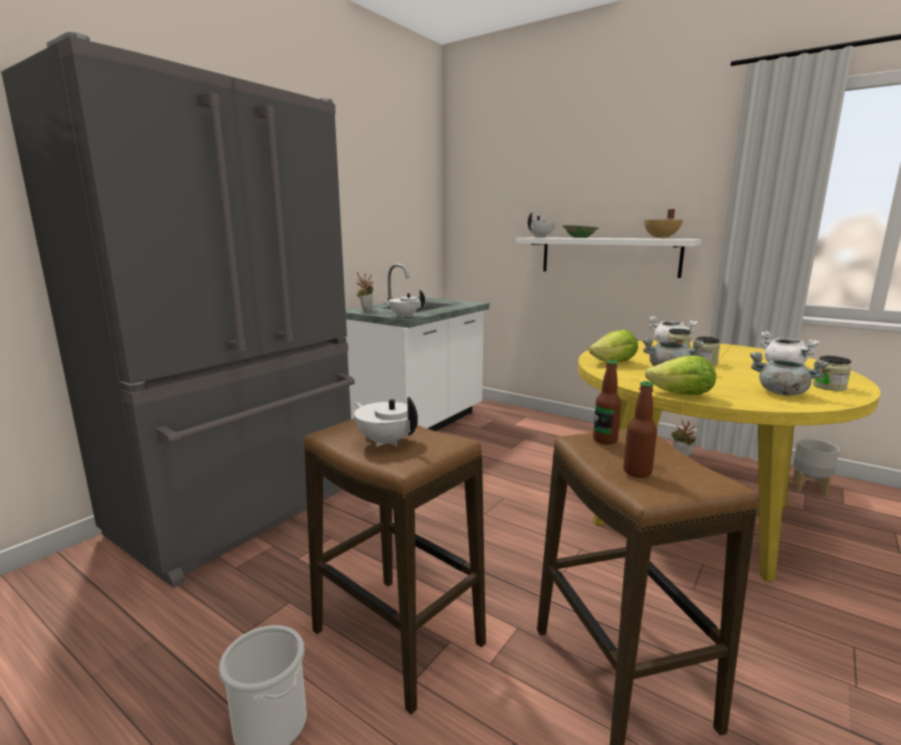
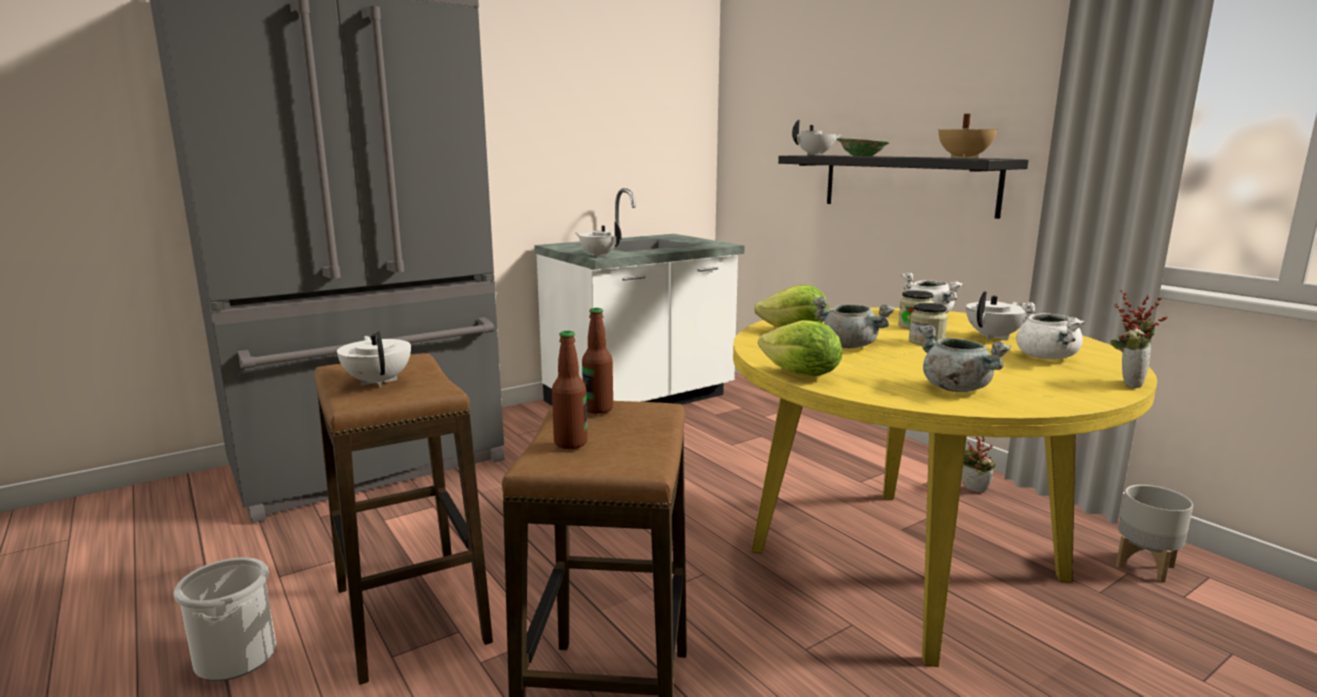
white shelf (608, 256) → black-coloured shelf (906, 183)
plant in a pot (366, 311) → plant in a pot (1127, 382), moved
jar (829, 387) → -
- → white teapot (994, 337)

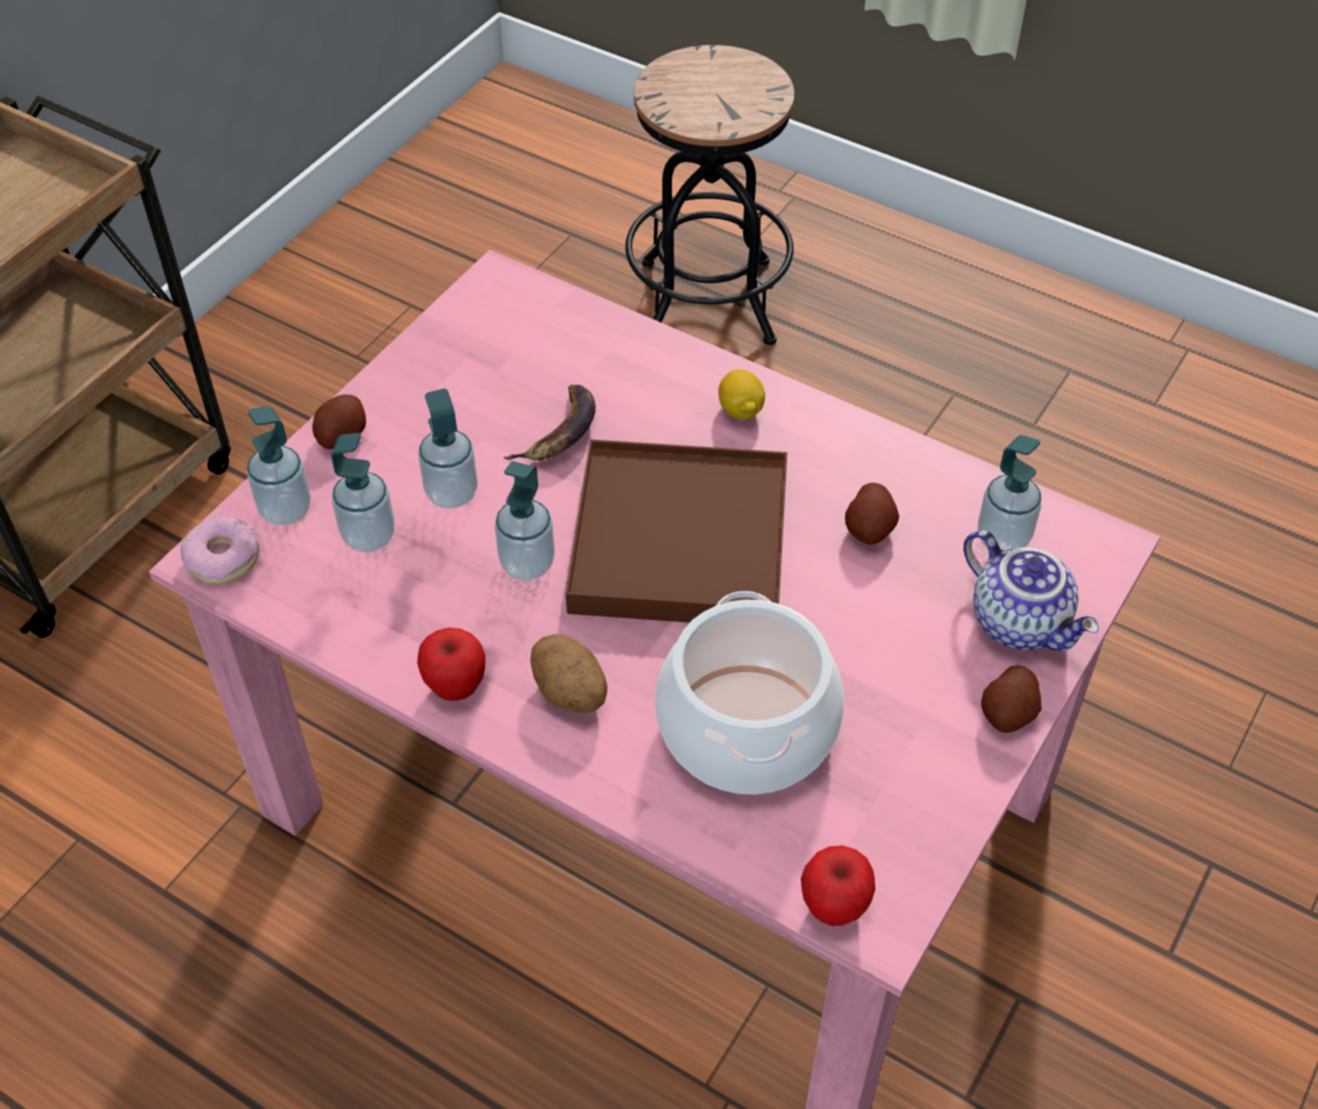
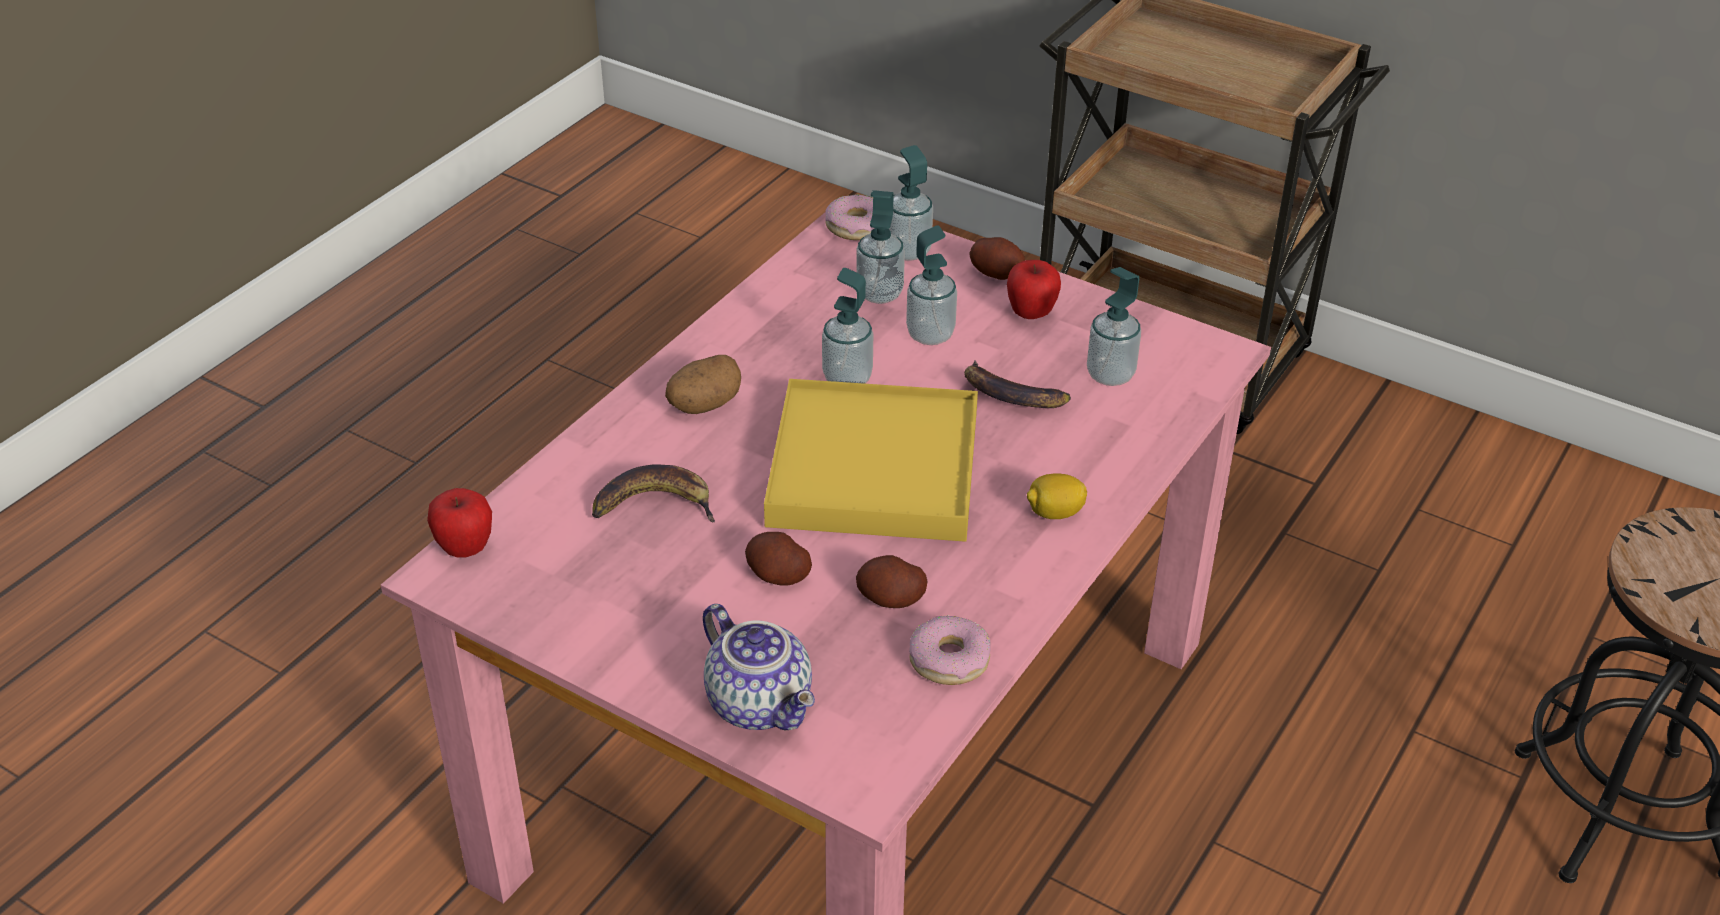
liquid soap bottle (1002, 539) → liquid soap bottle (1110, 375), moved
brown-coloured serving tray (679, 541) → yellowish serving tray (873, 468)
teapot (1021, 622) → teapot (762, 703), 90 degrees counterclockwise
cooking pot (746, 728) → whole banana (654, 504)
apple (455, 686) → apple (1031, 314), moved
potato (1008, 713) → potato (778, 575), moved
- → ring doughnut (949, 660)

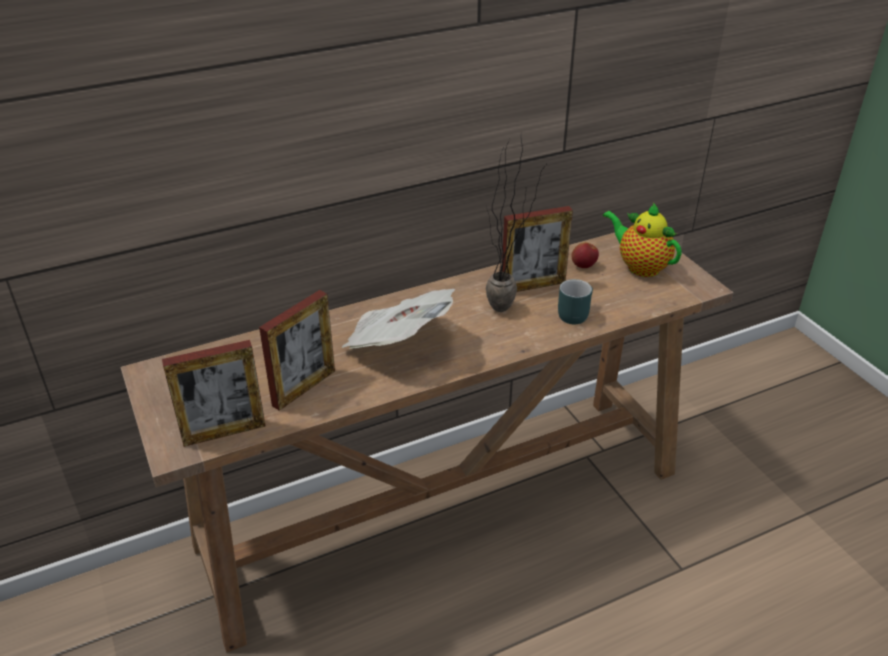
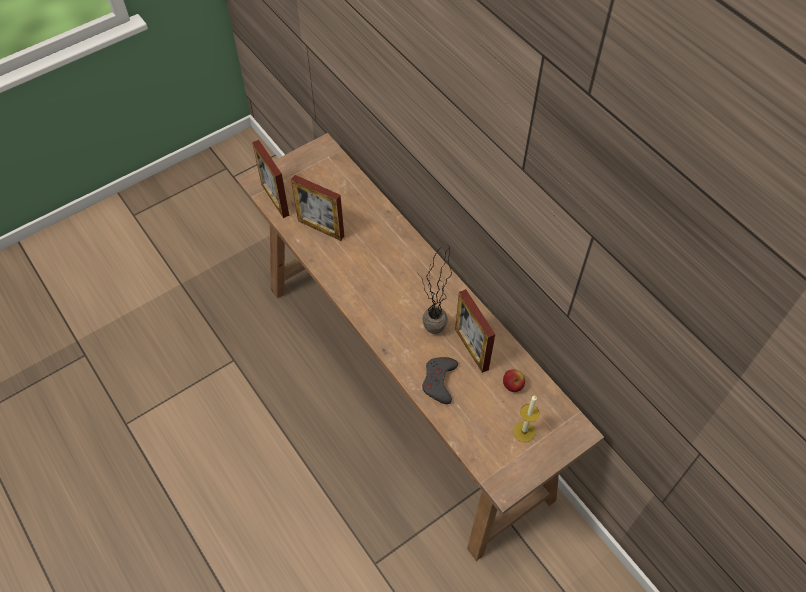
teapot (640, 266) → candle (524, 431)
blue-green mug (574, 313) → greyish joypad (439, 381)
daily paper (398, 343) → -

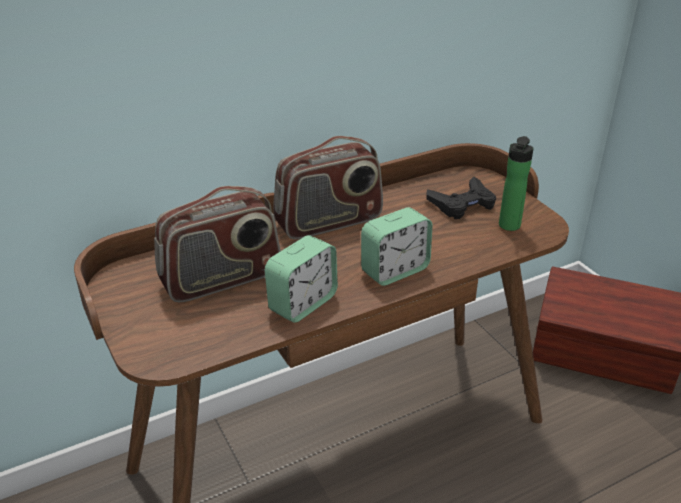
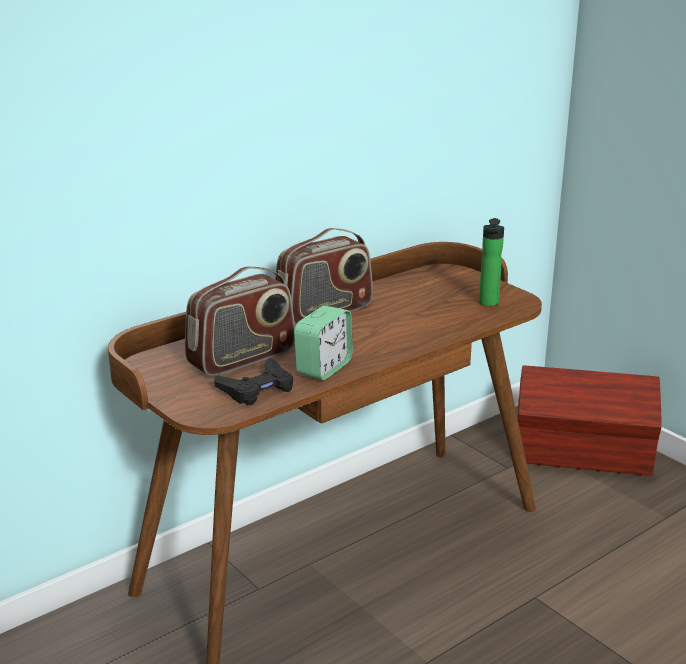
black-coloured joypad (462, 204) → black-coloured joypad (257, 389), moved
alarm clock (395, 270) → -

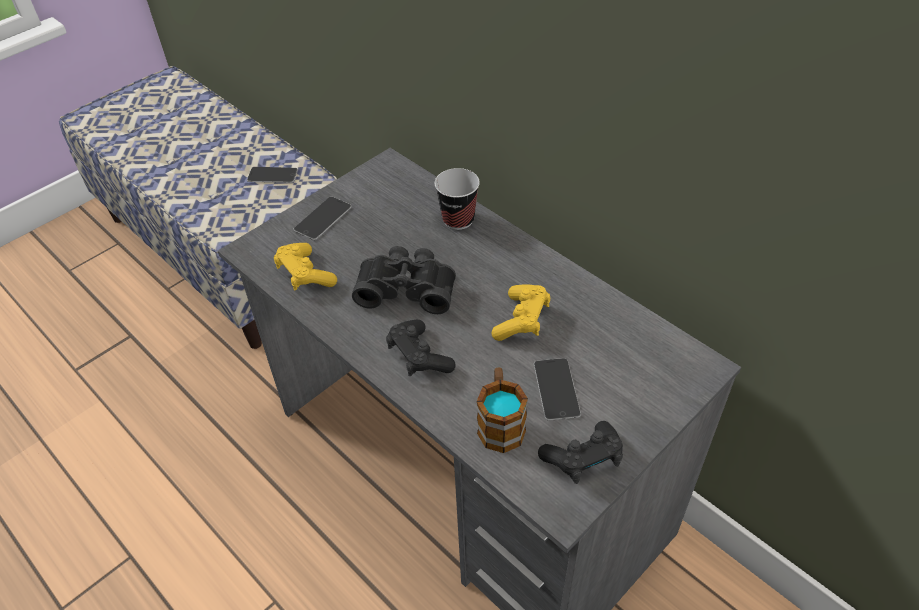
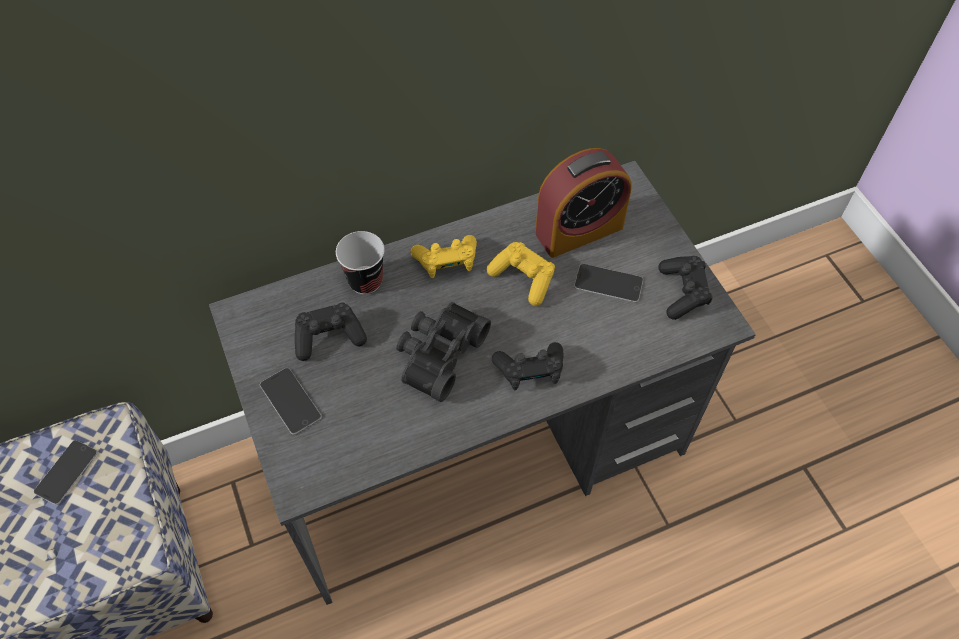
yellowish joypad (305, 275) → yellowish joypad (446, 262), moved
mug (500, 422) → -
- → alarm clock (579, 230)
- → black-coloured joypad (329, 337)

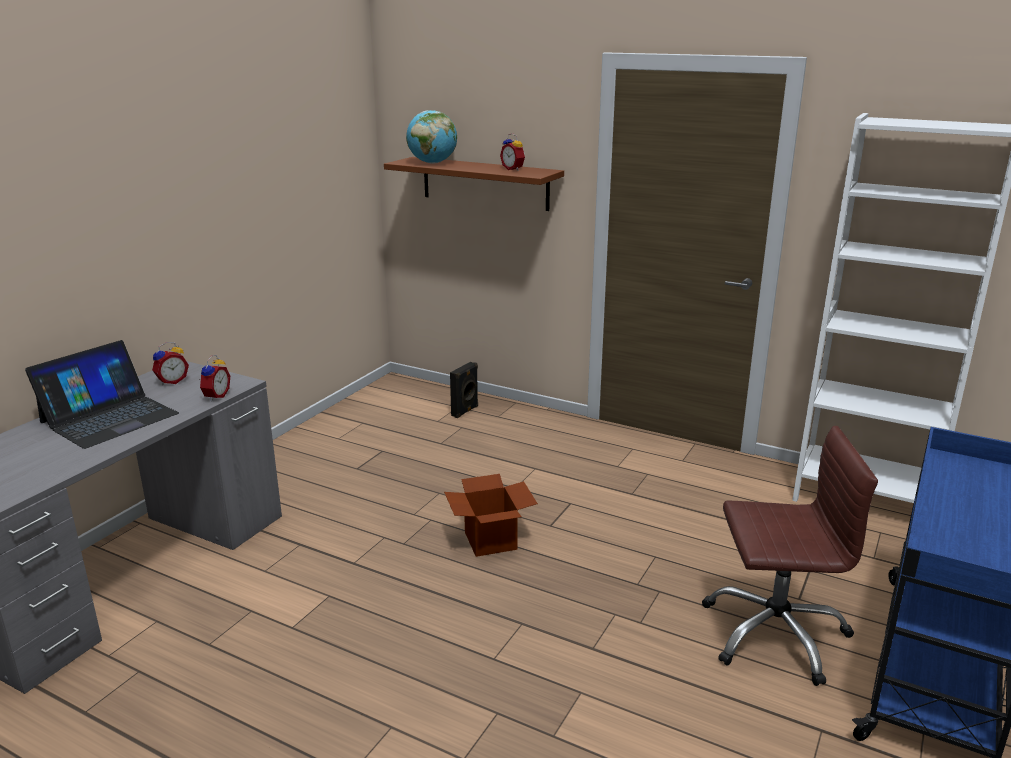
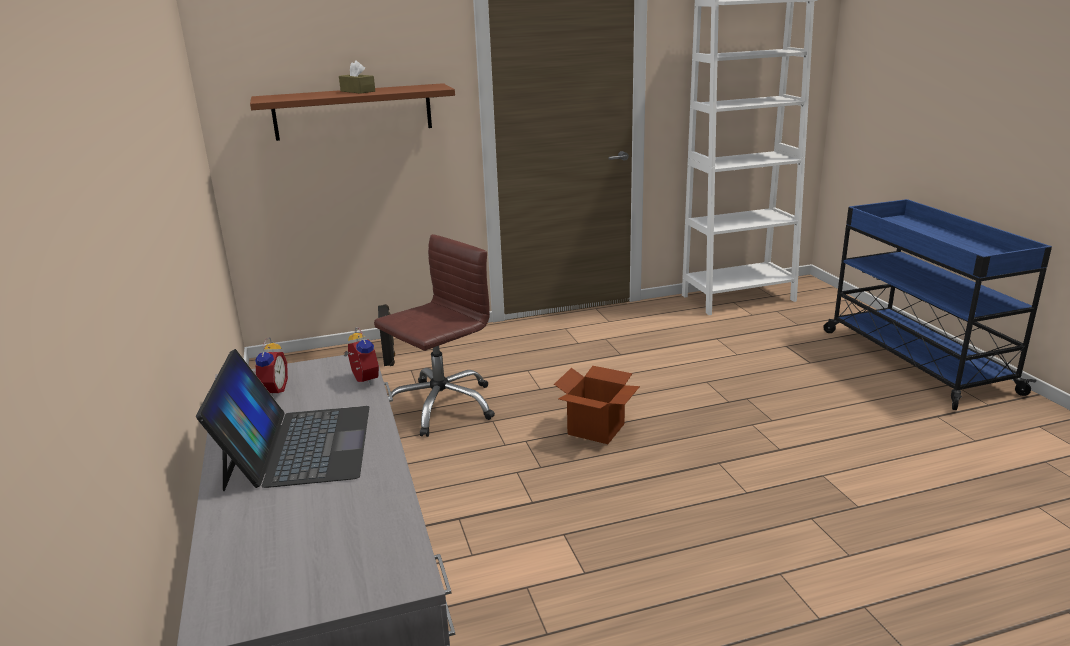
globe (432, 163) → -
alarm clock (513, 169) → -
brown-coloured office chair (774, 633) → brown-coloured office chair (441, 406), moved
- → brown-coloured tissue box (357, 91)

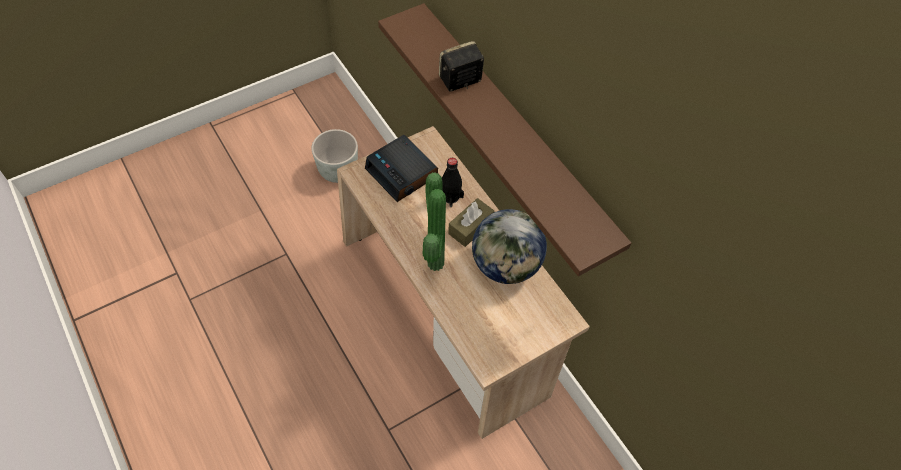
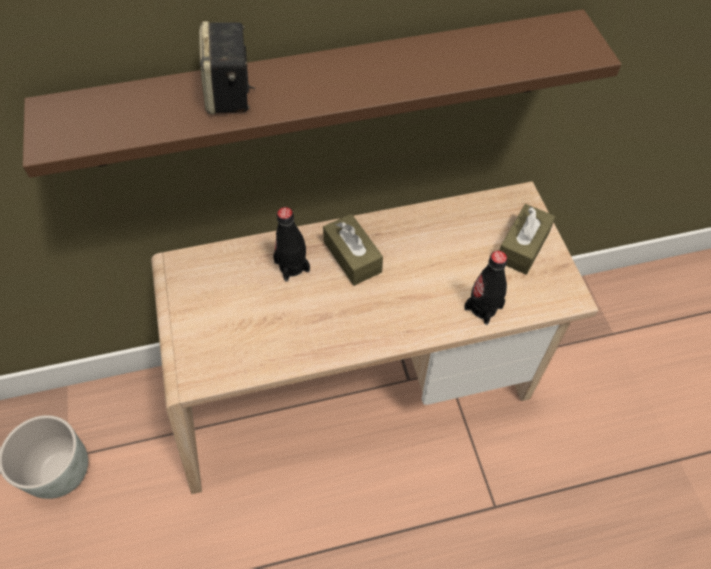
alarm clock (402, 173) → -
plant in a pot (432, 264) → -
globe (506, 266) → -
- → brown-coloured tissue box (523, 246)
- → black-coloured beverage bottle (483, 308)

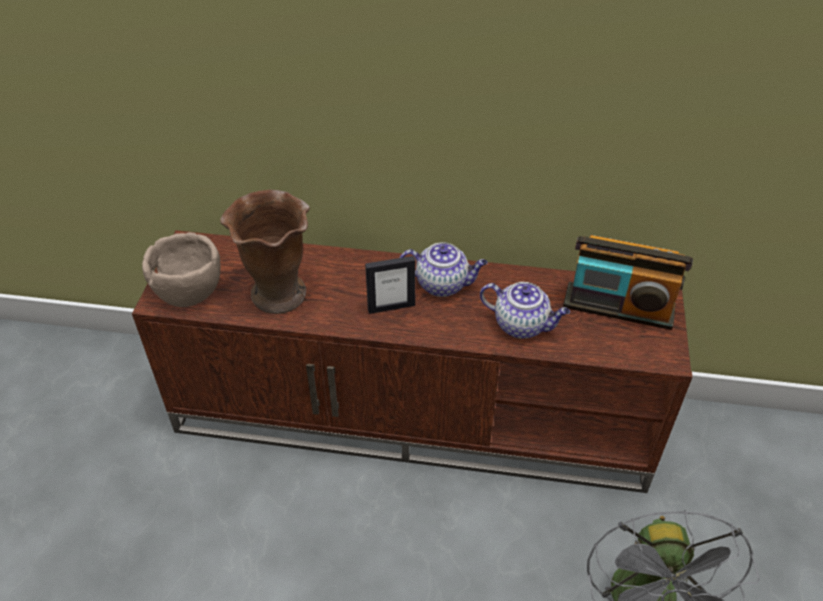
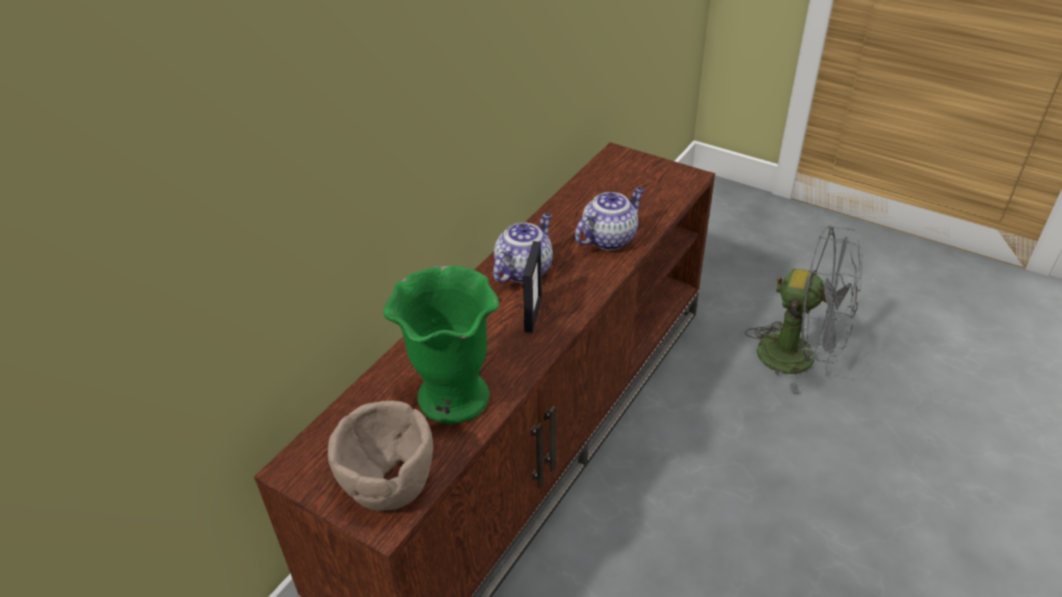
brown-coloured flower vase (279, 293) → green-coloured flower vase (453, 397)
radio (618, 307) → -

